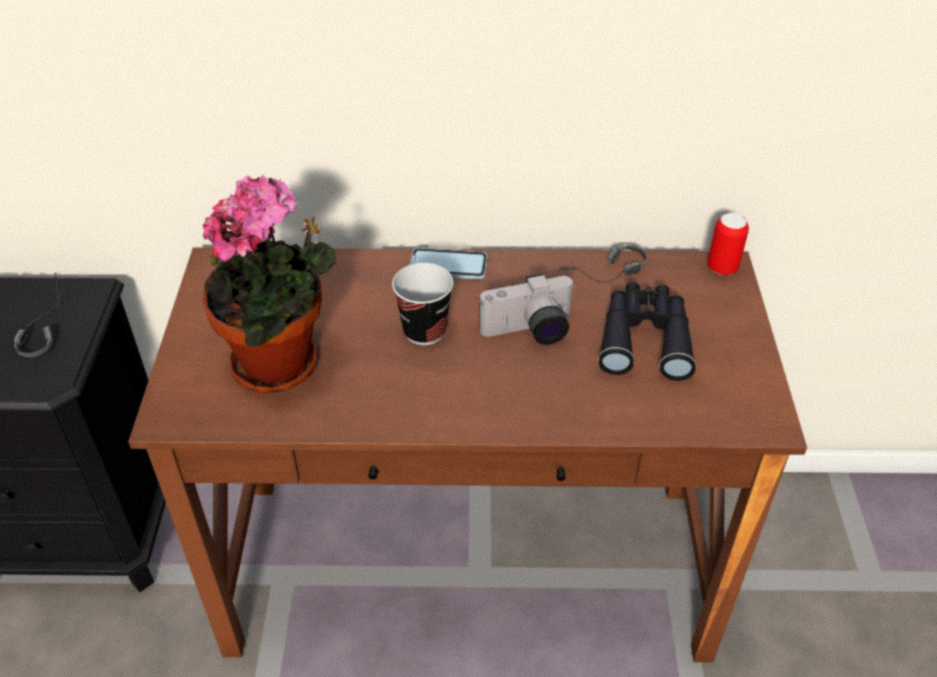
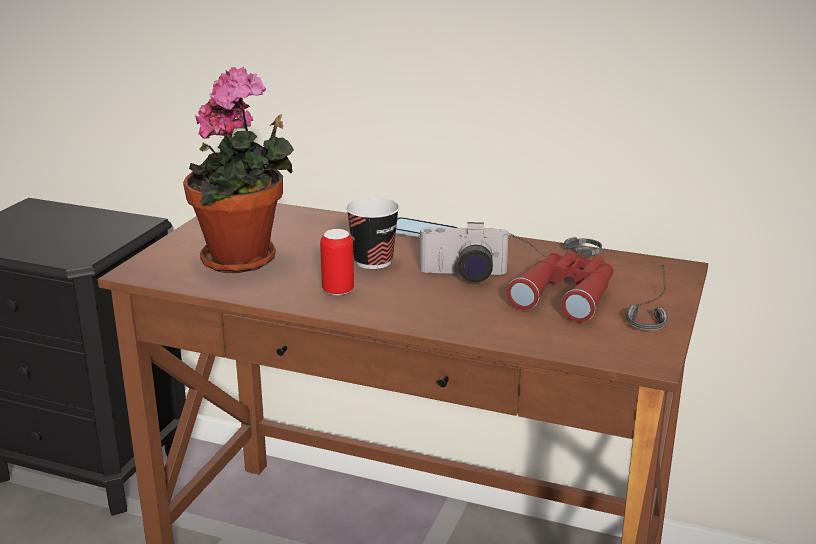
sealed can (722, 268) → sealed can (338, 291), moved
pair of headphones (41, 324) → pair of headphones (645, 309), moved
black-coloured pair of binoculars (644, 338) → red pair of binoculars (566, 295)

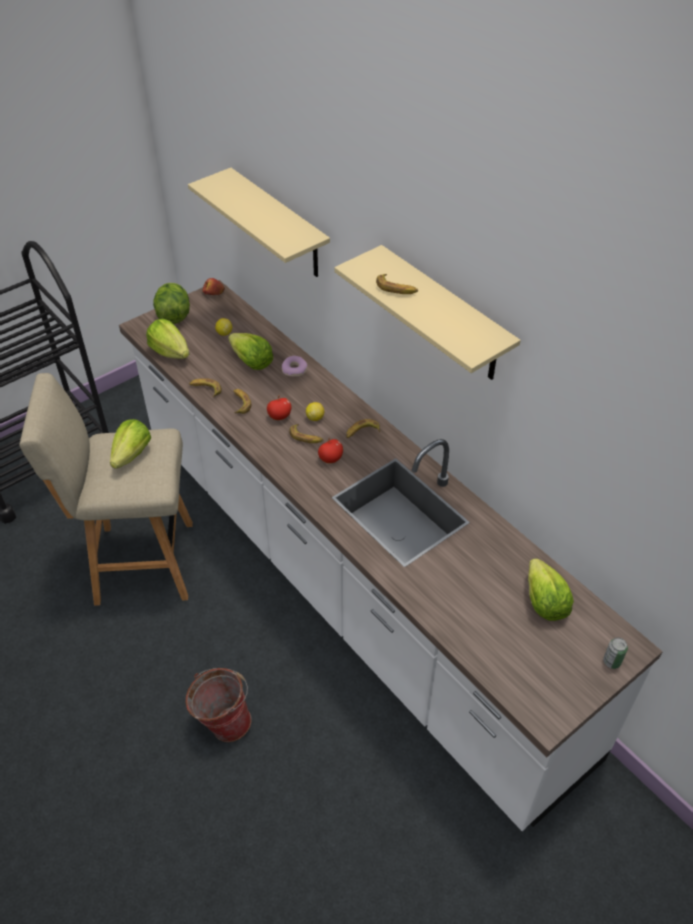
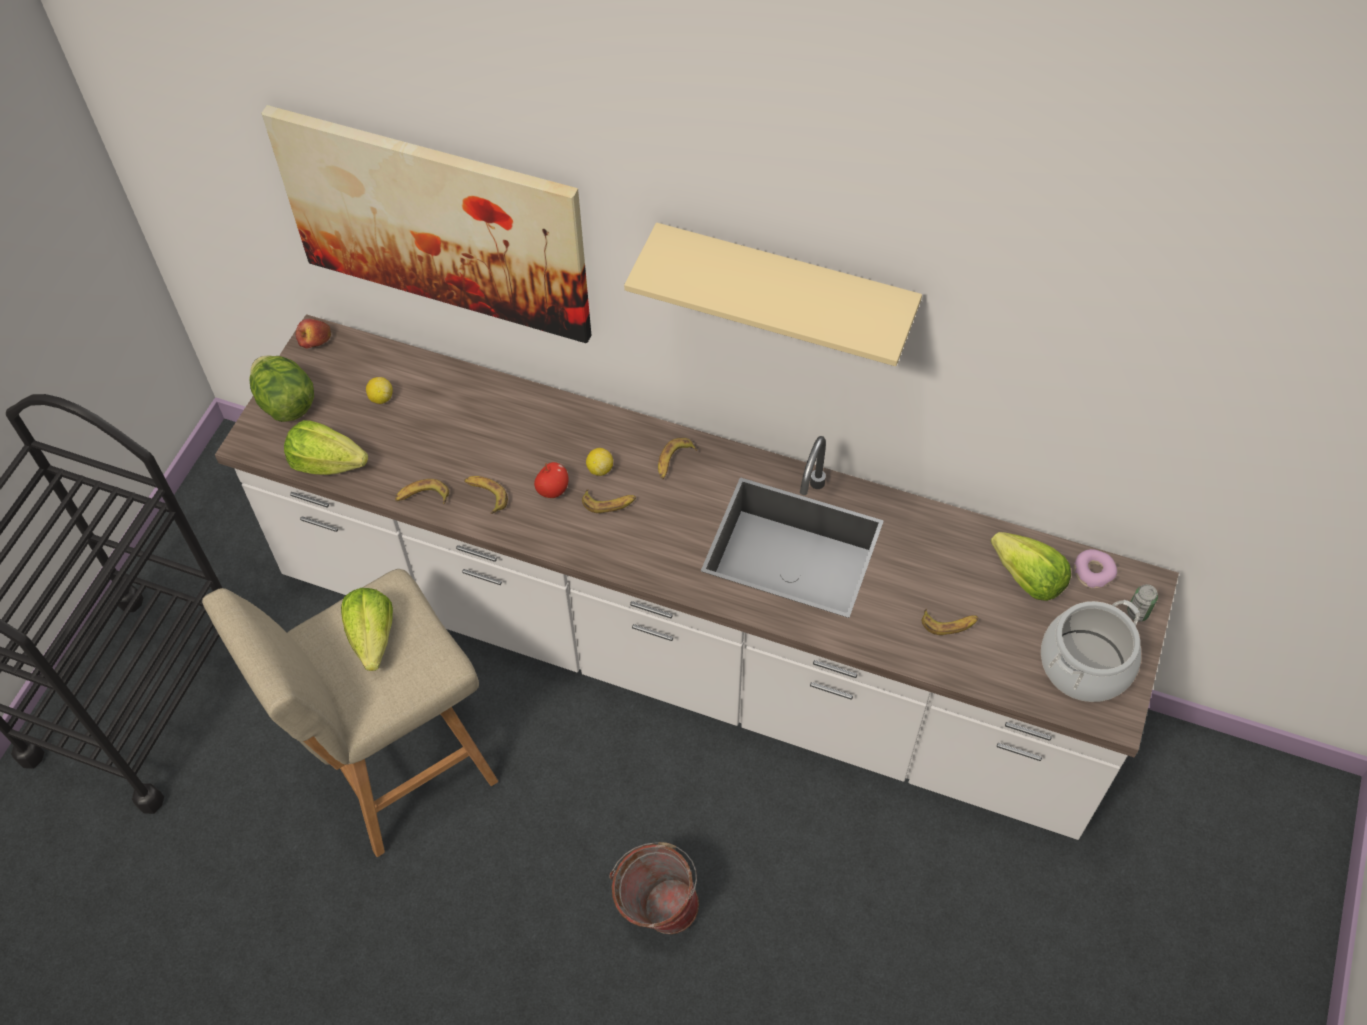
beige shelf (279, 225) → wall picture (435, 223)
whole banana (396, 288) → whole banana (949, 623), moved
lettuce (251, 362) → -
ring doughnut (294, 370) → ring doughnut (1093, 572), moved
apple (330, 459) → -
- → cooking pot (1085, 665)

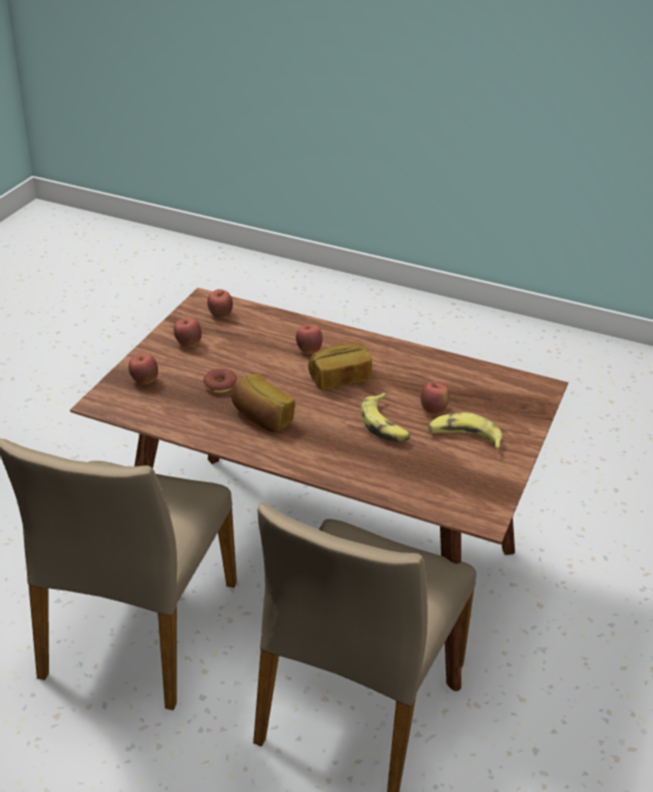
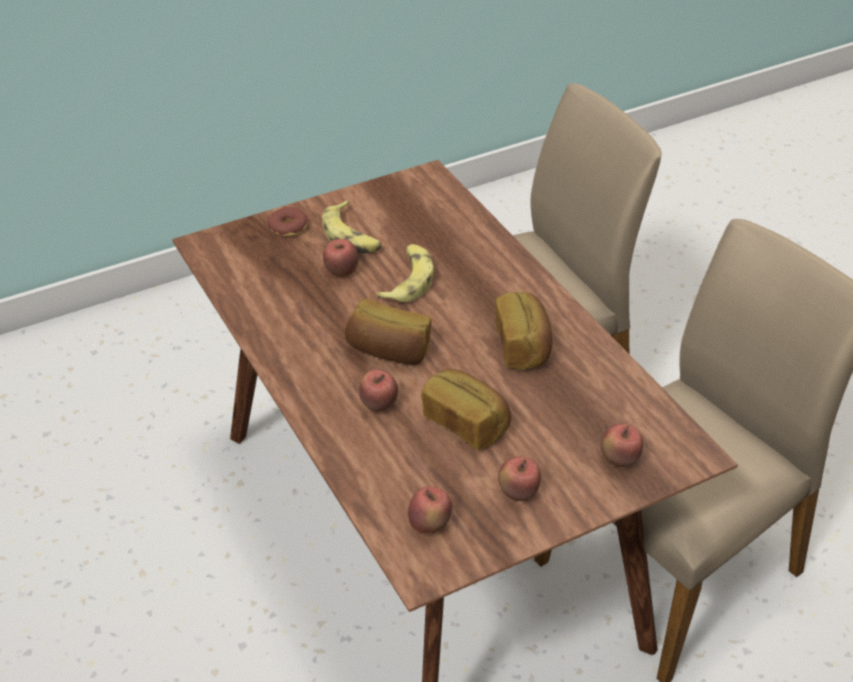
ring doughnut (220, 385) → ring doughnut (288, 227), moved
- → baked bread (466, 423)

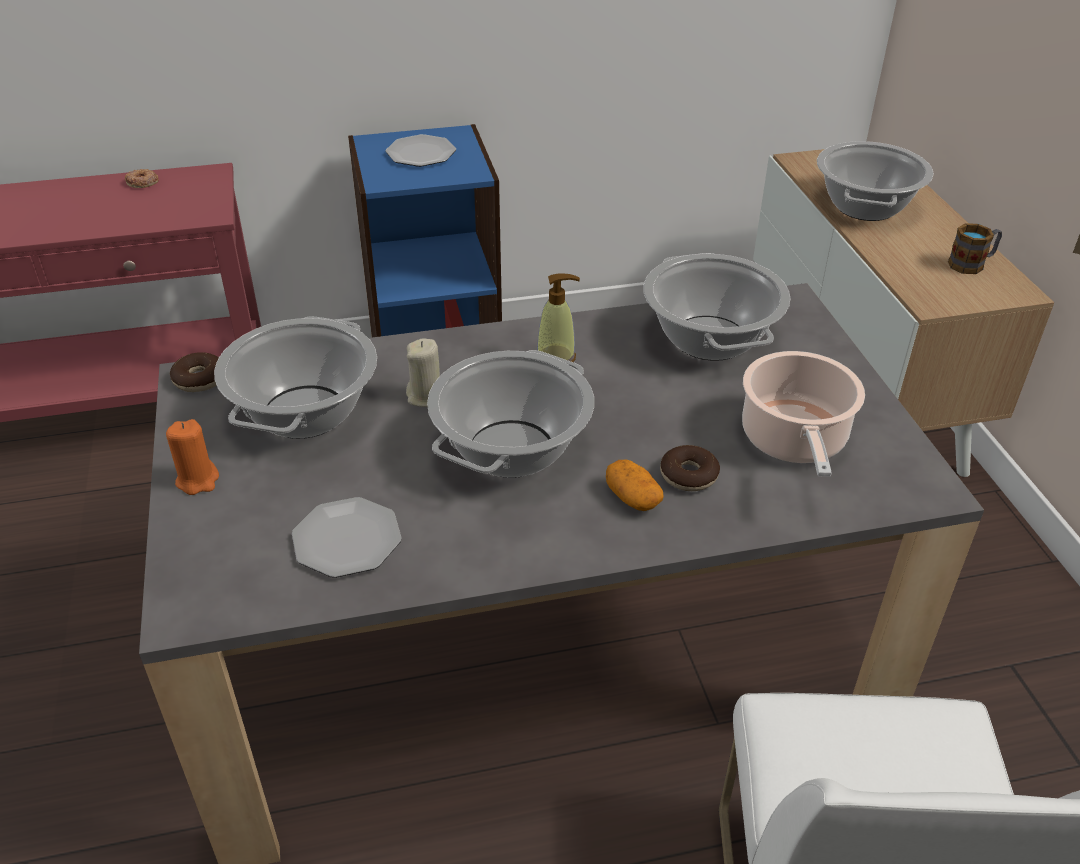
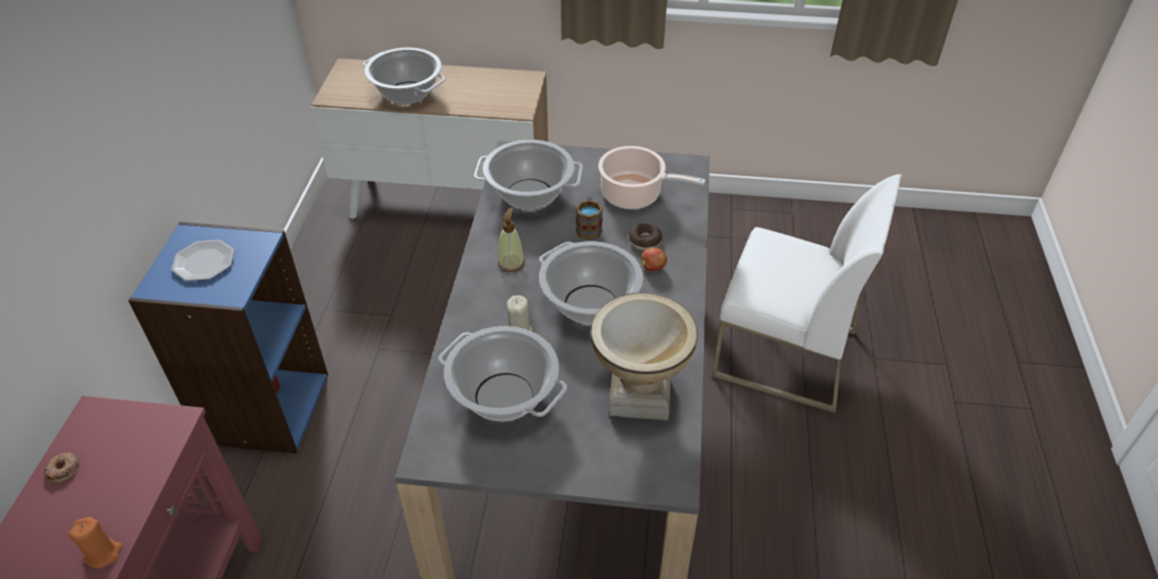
mug (972, 264) → mug (589, 227), moved
ring doughnut (199, 379) → -
orangey candle (198, 480) → orangey candle (103, 554), moved
potato (632, 498) → apple (653, 267)
flat dish (346, 540) → flower vase (639, 395)

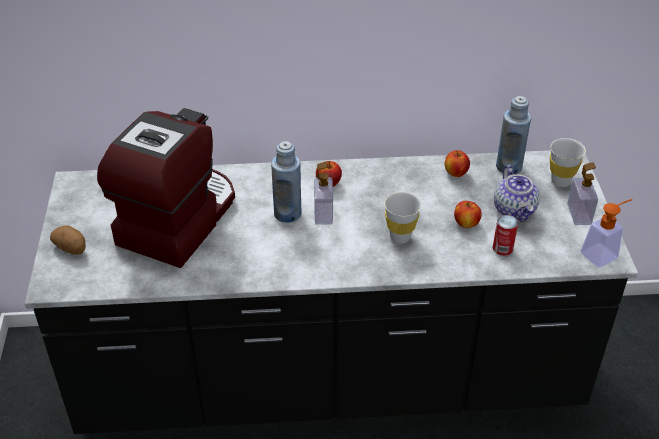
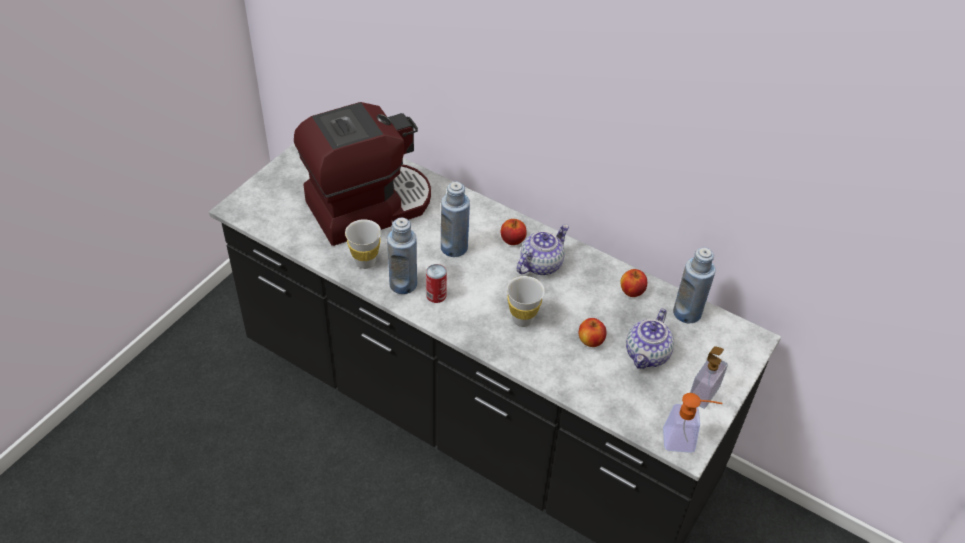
white drinking cup (560, 181) → white drinking cup (365, 262), moved
liquid soap bottle (323, 214) → -
sealed can (502, 248) → sealed can (436, 295), moved
potato (72, 248) → -
- → blue-coloured beverage bottle (403, 284)
- → teapot (540, 264)

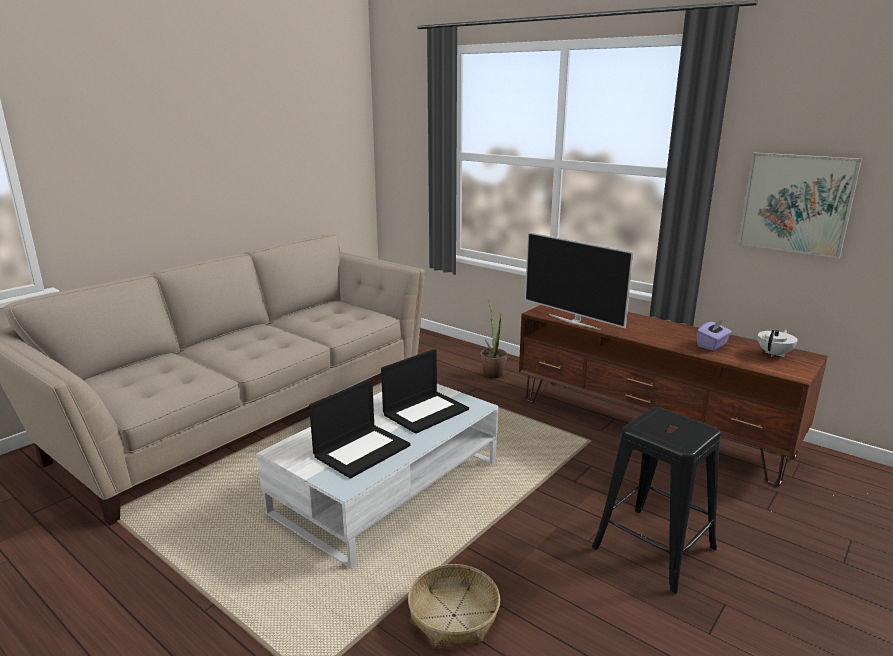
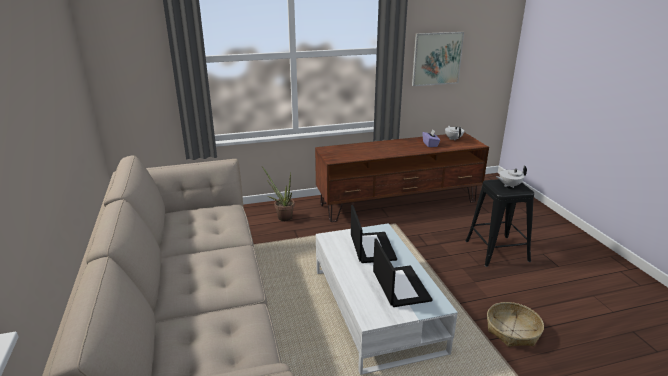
TV set (574, 321) → -
- → white teapot (509, 185)

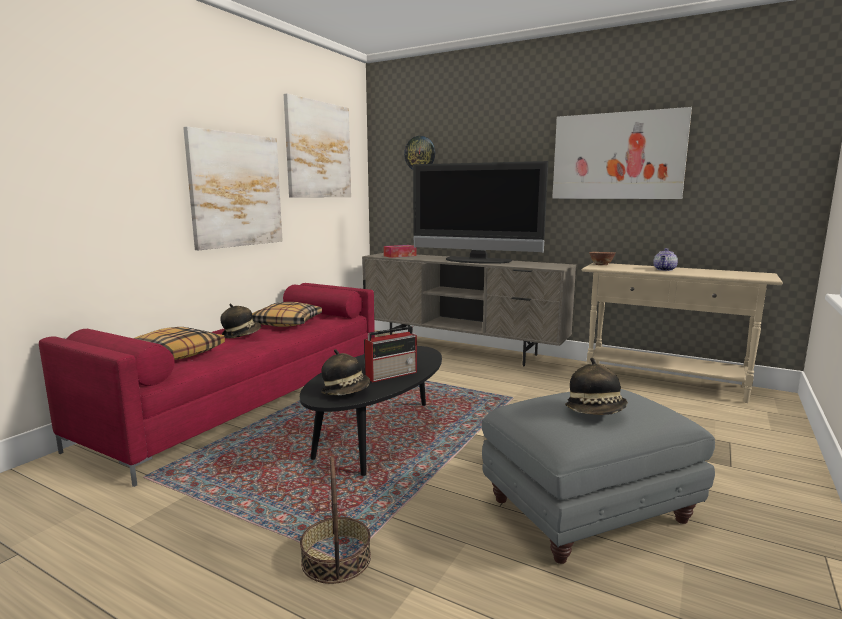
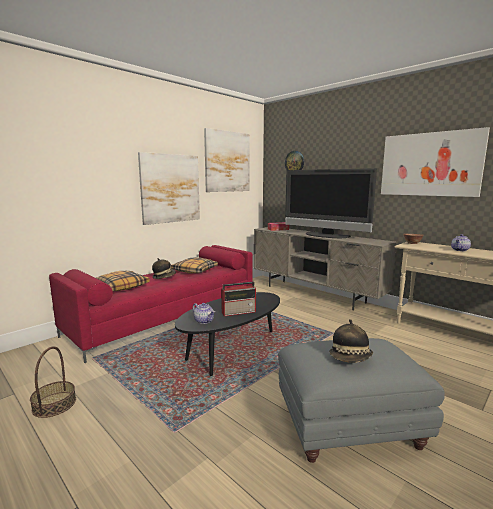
hat (346, 391) → teapot (204, 321)
household basket (336, 559) → household basket (54, 404), moved

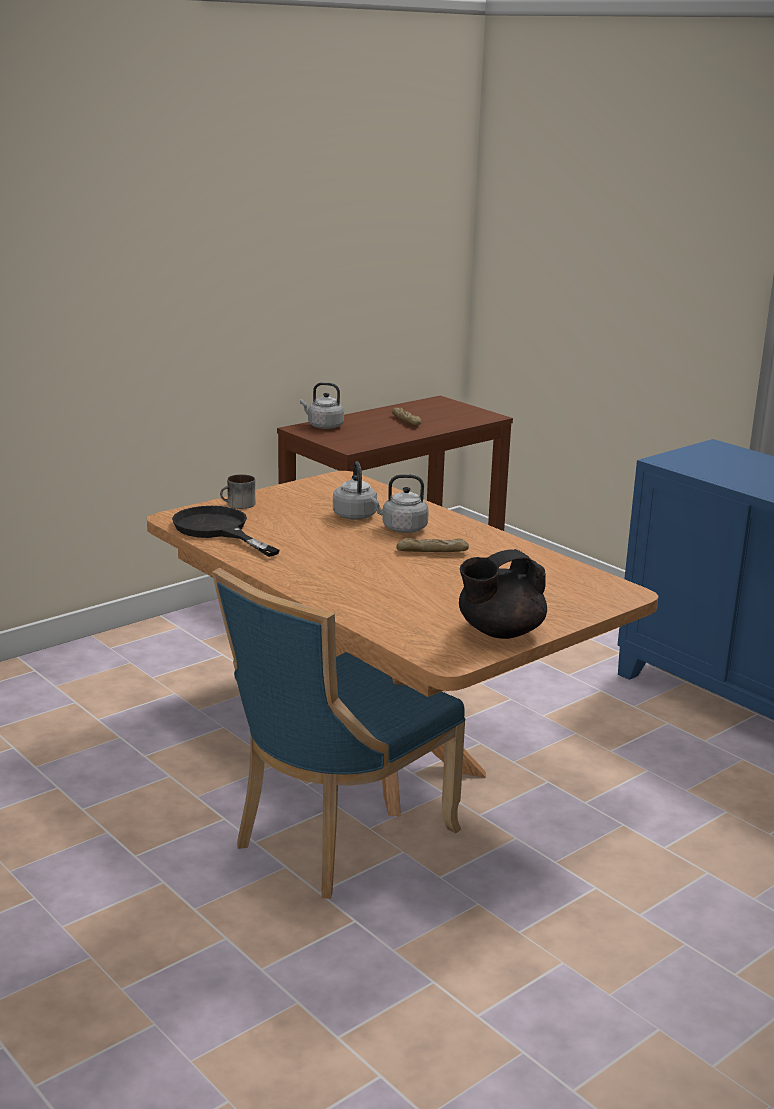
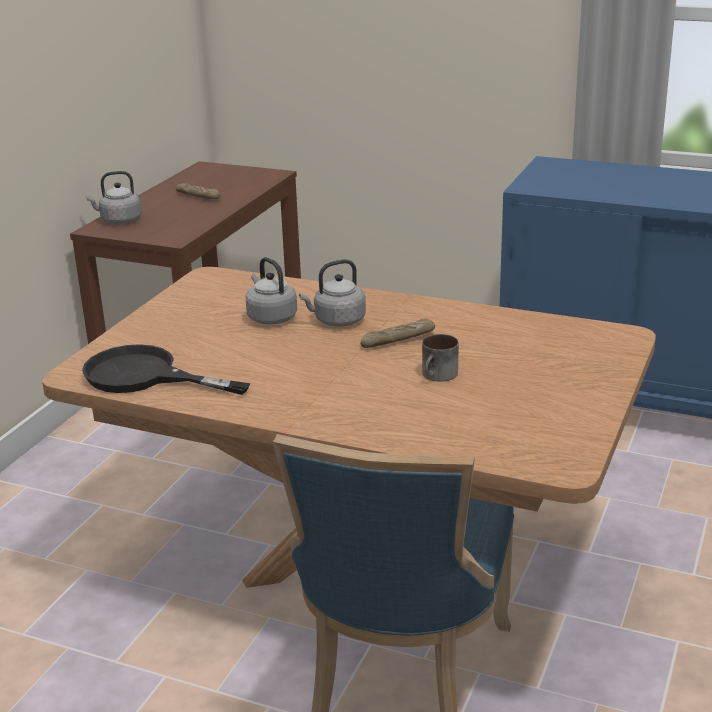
mug (238, 505) → mug (439, 376), moved
black-coloured teapot (499, 632) → -

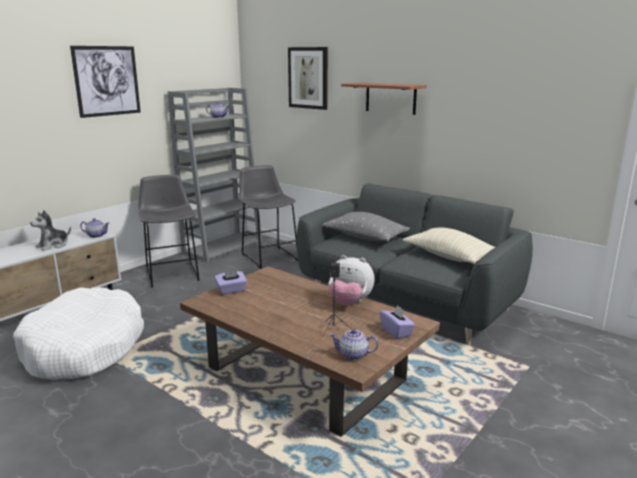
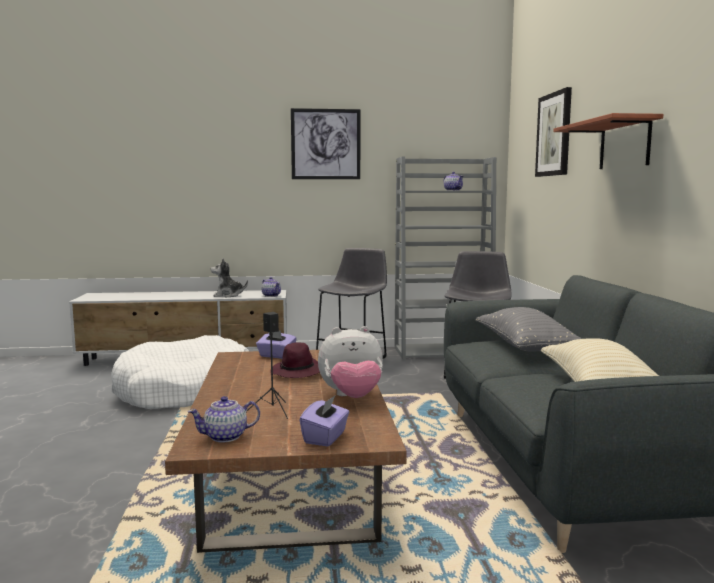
plush toy (349, 303) → plush toy (352, 397), 75 degrees counterclockwise
teapot (353, 355) → teapot (226, 437), 75 degrees counterclockwise
- → purple-coloured hat (298, 373)

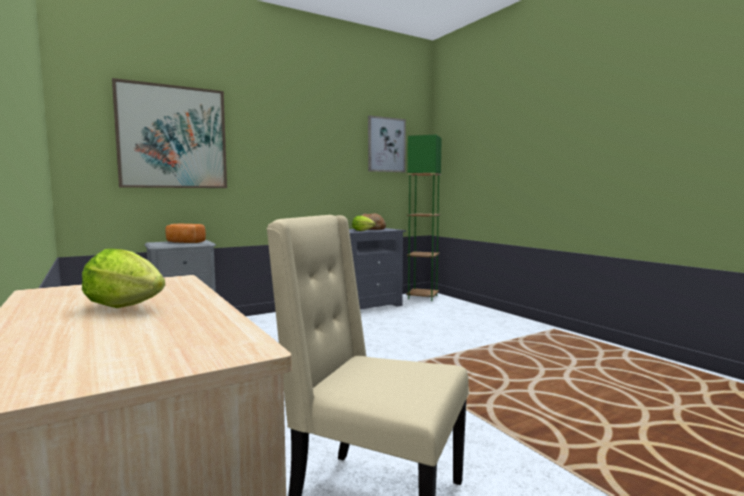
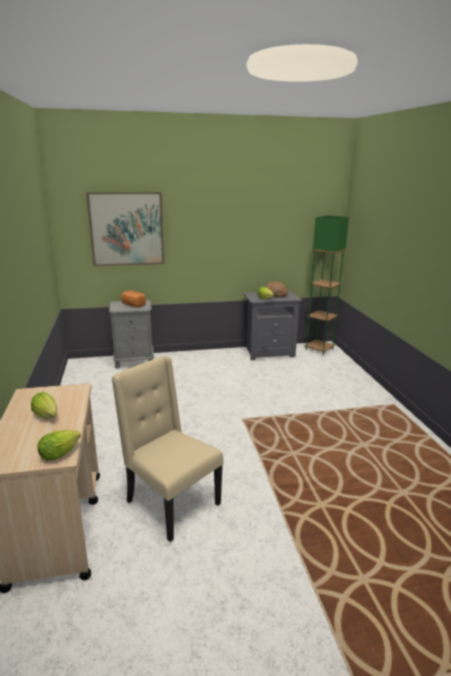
wall picture (386, 145) → -
- → lettuce (62, 453)

